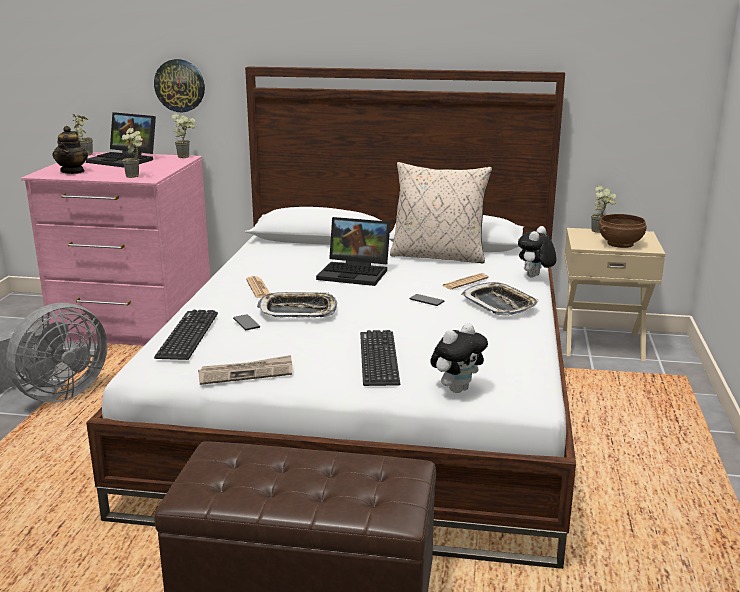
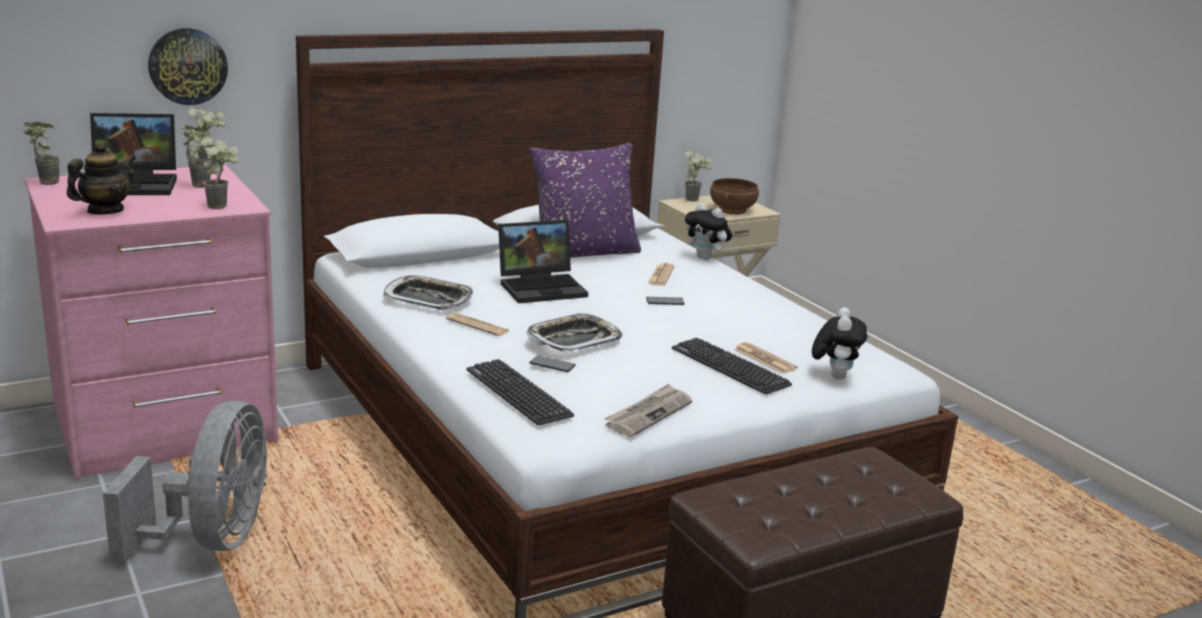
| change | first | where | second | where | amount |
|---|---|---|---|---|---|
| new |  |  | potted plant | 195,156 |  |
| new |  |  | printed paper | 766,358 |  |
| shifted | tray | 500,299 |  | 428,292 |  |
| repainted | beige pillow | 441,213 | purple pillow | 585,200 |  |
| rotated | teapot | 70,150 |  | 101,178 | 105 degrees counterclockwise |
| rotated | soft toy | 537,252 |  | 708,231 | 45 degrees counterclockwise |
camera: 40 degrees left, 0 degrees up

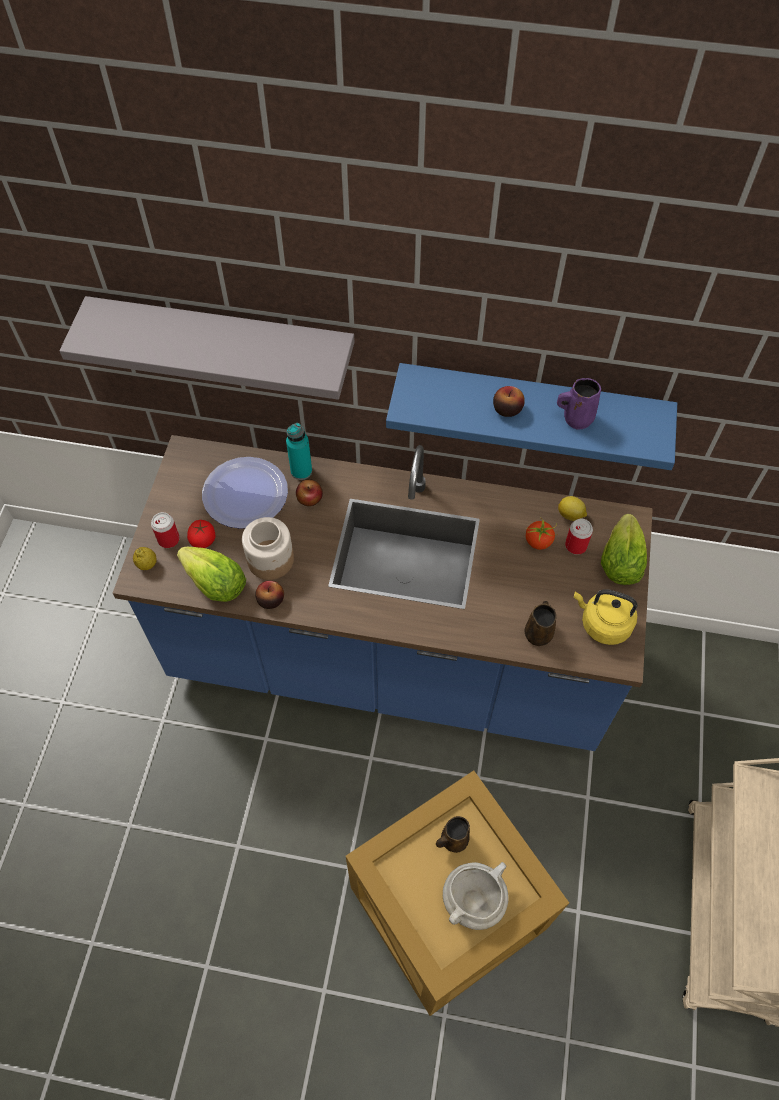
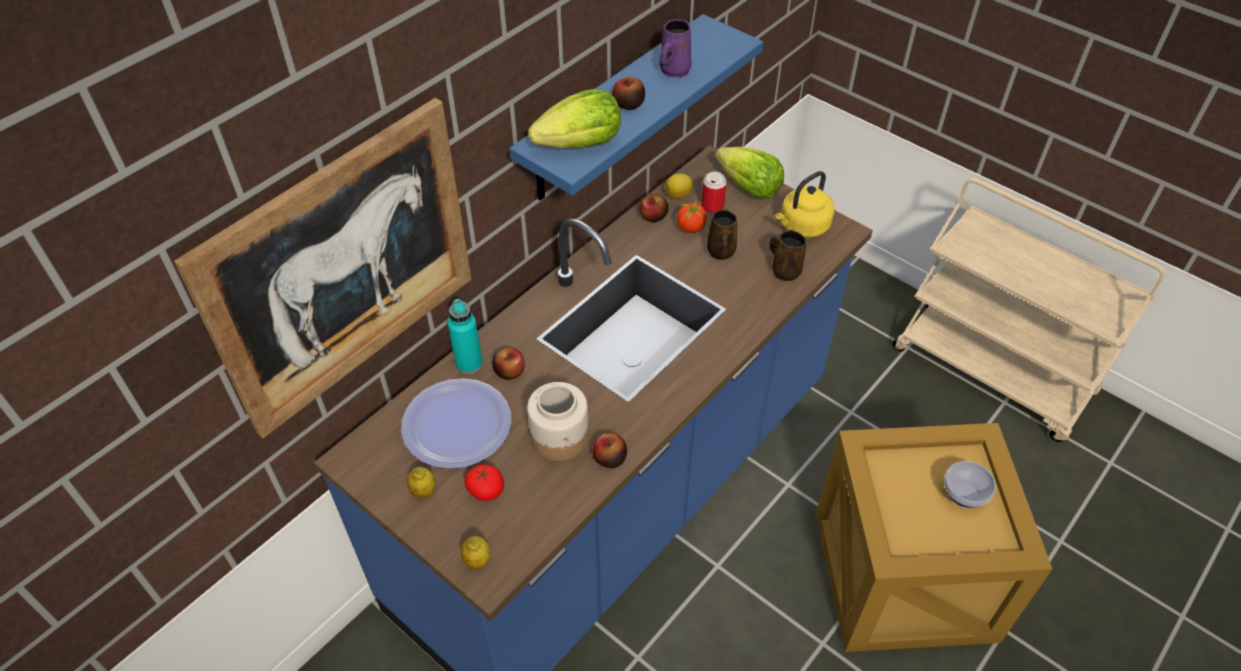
| change | first | where | second | where | amount |
|---|---|---|---|---|---|
| gone | metal can | 165,530 |  |  |  |
| new |  |  | whole lemon | 421,482 |  |
| new |  |  | whole apple | 654,208 |  |
| shifted | lettuce head | 211,574 |  | 574,118 |  |
| shifted | brownish tea mug | 453,834 |  | 722,234 |  |
| swapped | greyish bracket shelf | 206,348 | picture | 323,268 |  |
| swapped | whitish saucepot | 475,896 | bowl | 970,484 |  |
camera: 60 degrees left, 10 degrees down

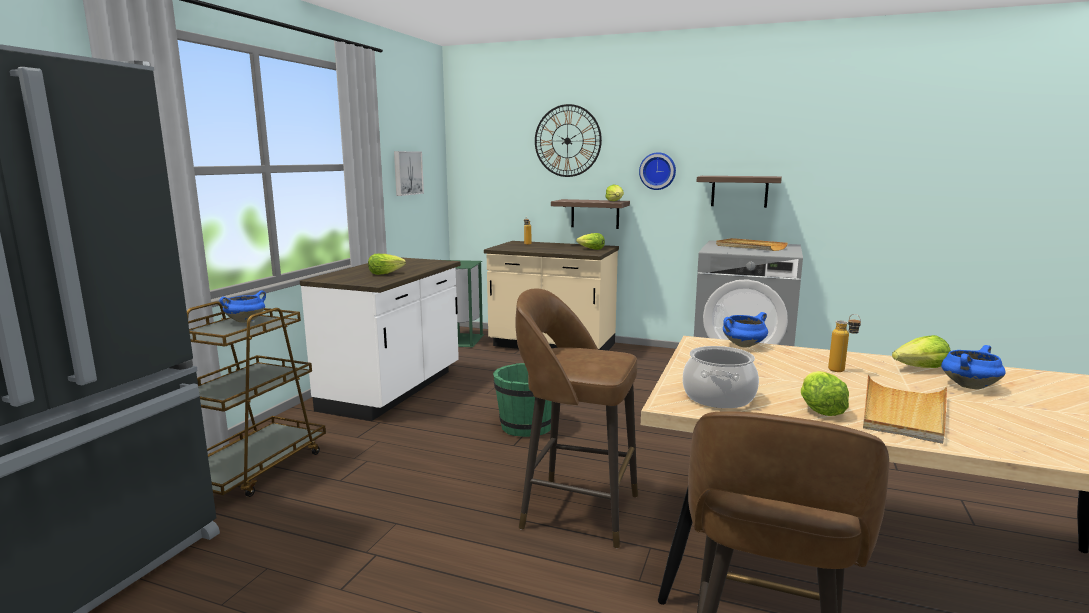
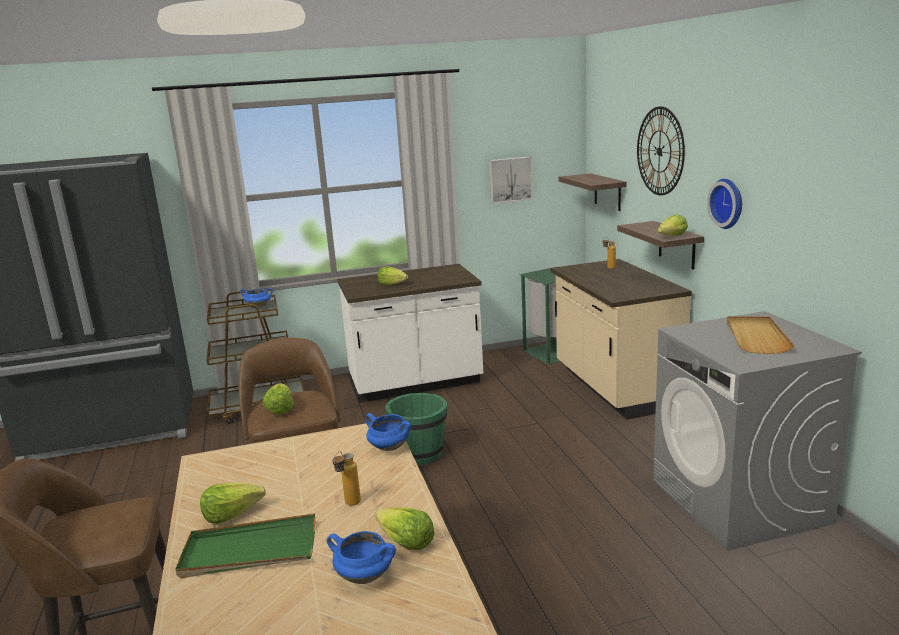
| change | first | where | second | where | amount |
|---|---|---|---|---|---|
| gone | saucepot | 721,377 |  |  |  |
| shifted | lettuce head | 590,241 |  | 278,399 |  |
| shifted | bracket shelf | 739,192 |  | 593,192 |  |
| repainted | beige tray | 905,409 | greenish tray | 245,545 |  |
camera: 55 degrees right, 5 degrees up

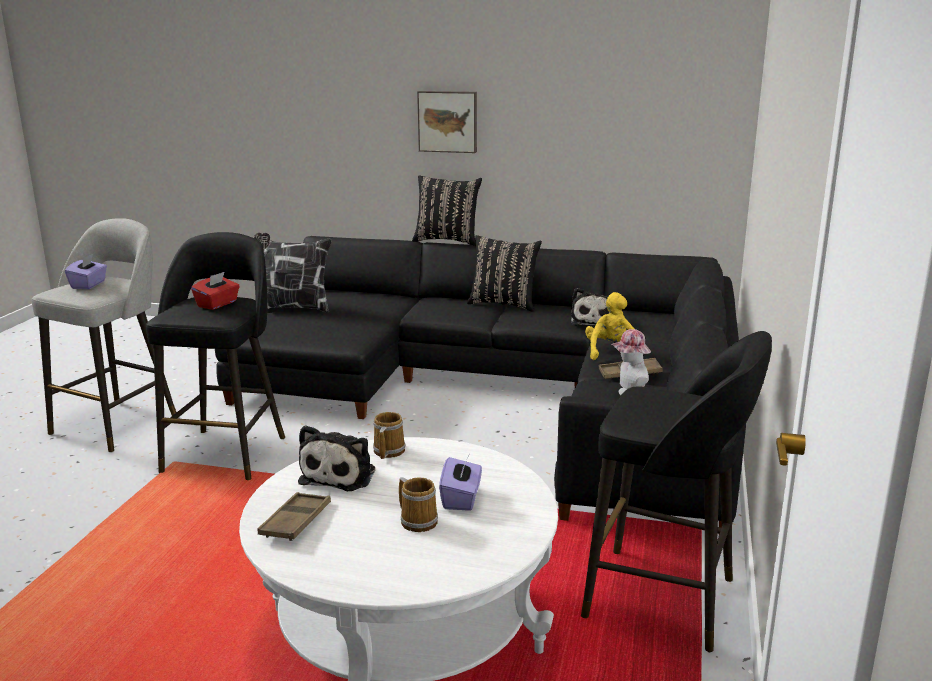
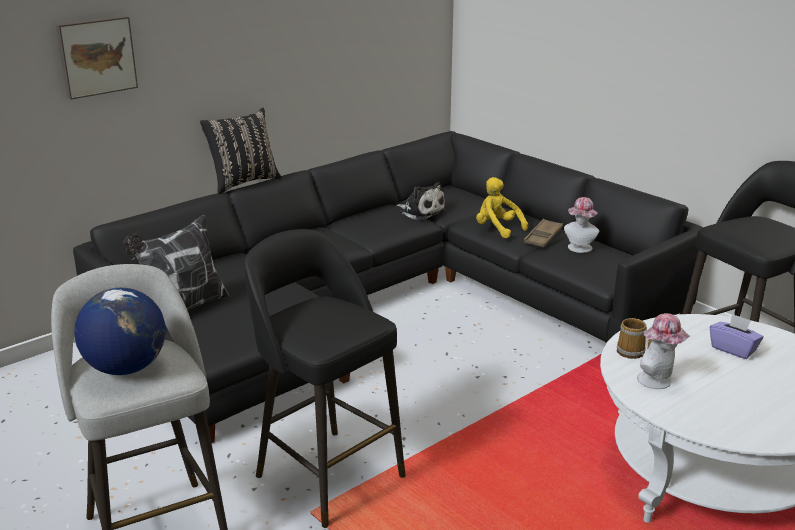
| change | first | where | second | where | amount |
|---|---|---|---|---|---|
| gone | reddish tissue box | 215,291 |  |  |  |
| gone | brownish tray | 294,516 |  |  |  |
| gone | tea mug | 418,504 |  |  |  |
| gone | blackish pillow | 504,273 |  |  |  |
| shifted | picture | 447,122 |  | 96,58 |  |
| swapped | purple tissue box | 86,271 | world globe | 120,331 |  |
| swapped | soft toy | 336,458 | wearable hat | 663,351 |  |
camera: 55 degrees left, 5 degrees up

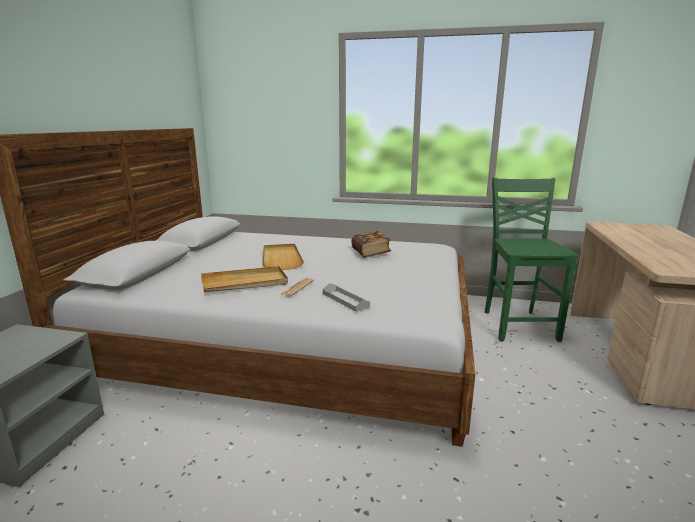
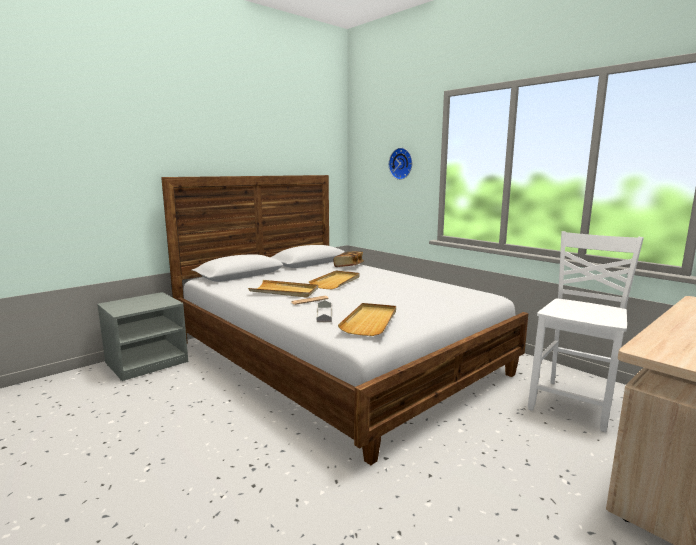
| change | first | where | second | where | amount |
|---|---|---|---|---|---|
| new |  |  | beige tray | 367,319 |  |
| new |  |  | wall clock | 400,164 |  |
| shifted | book | 371,244 |  | 349,259 |  |
| repainted | greenish plain chair | 532,260 | whitish plain chair | 586,331 |  |
camera: 35 degrees right, 5 degrees down

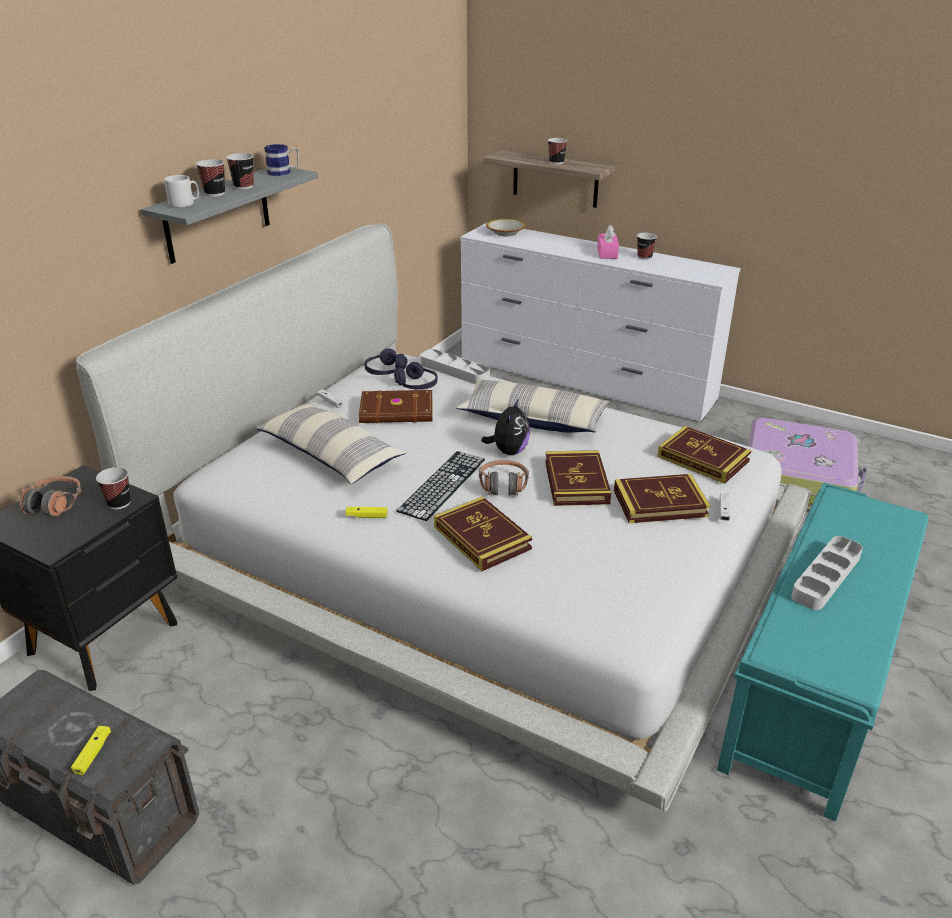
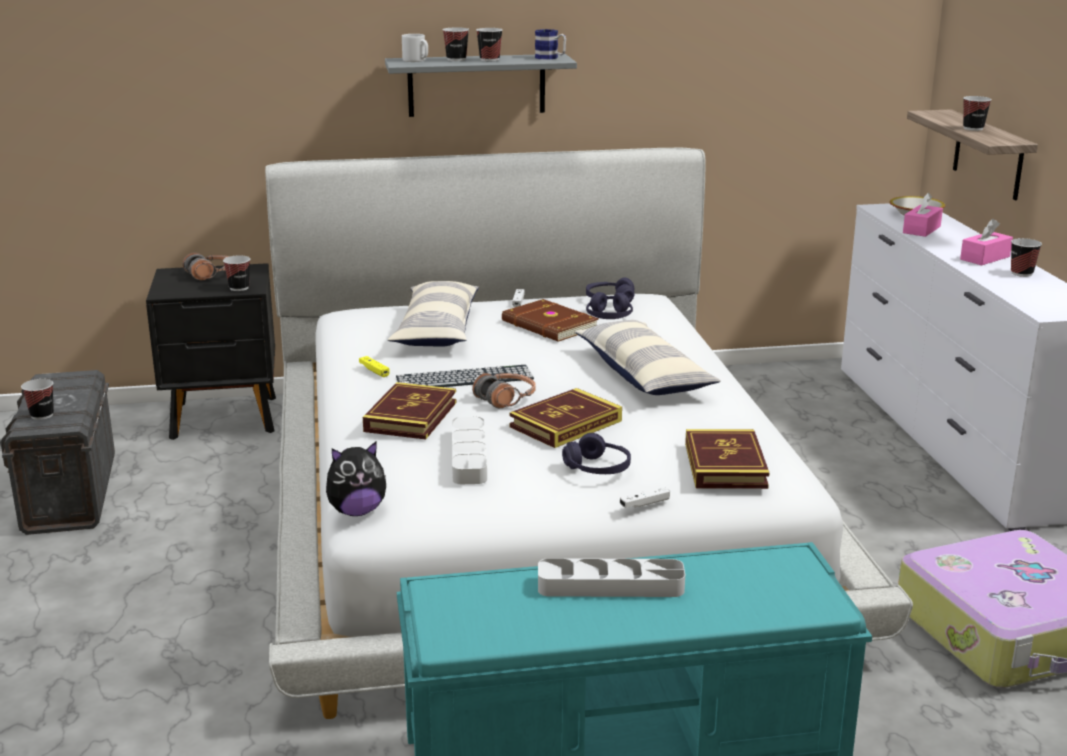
| change | first | where | second | where | amount |
|---|---|---|---|---|---|
| new |  |  | pink tissue box | 923,215 |  |
| shifted | greyish tray | 455,366 |  | 469,450 |  |
| shifted | soft toy | 505,426 |  | 356,478 |  |
| swapped | yellowish gamepad | 91,750 | small cup | 37,399 |  |
| swapped | book | 662,498 | purple headphones | 596,453 |  |
camera: 50 degrees right, 10 degrees down

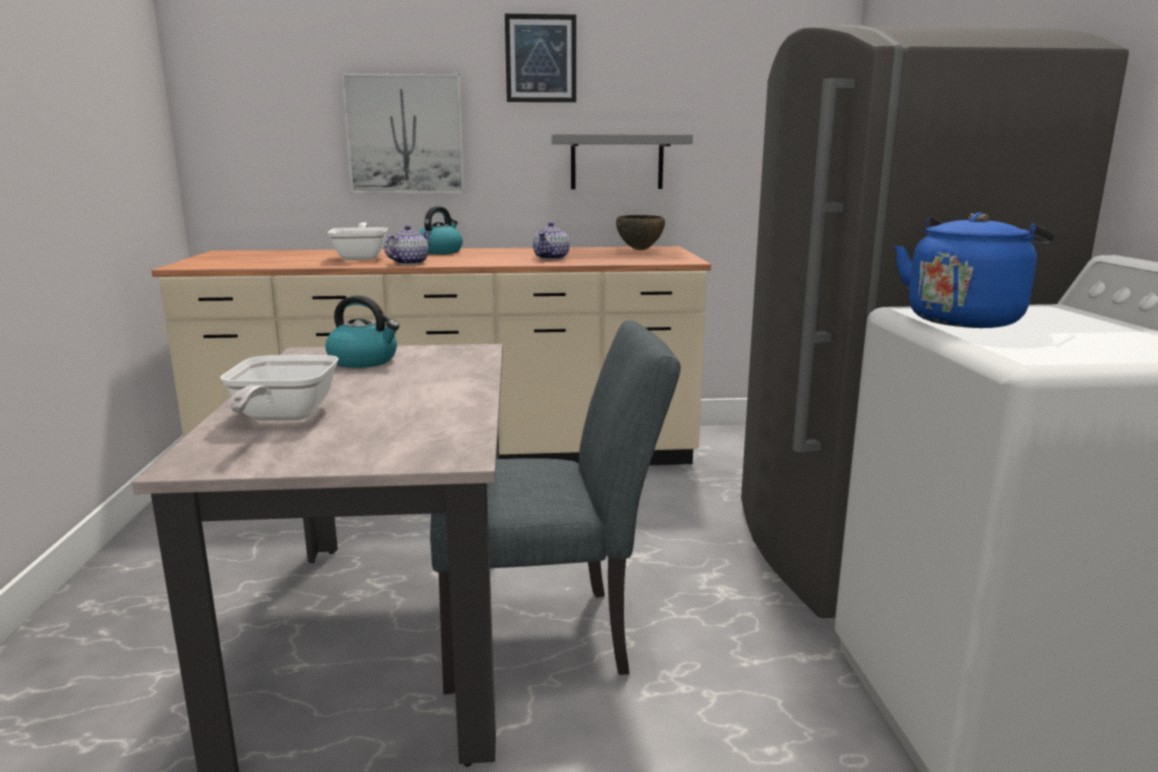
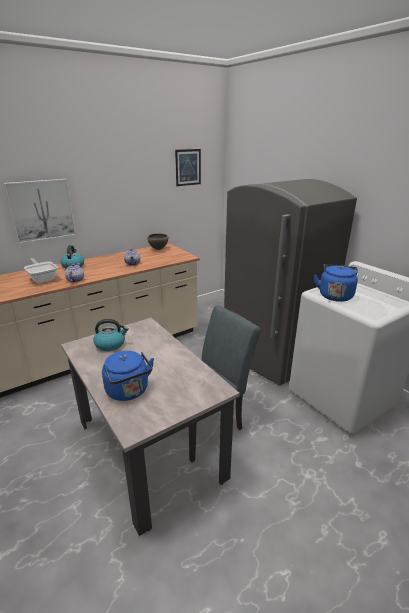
| change | first | where | second | where | amount |
|---|---|---|---|---|---|
| gone | greyish bracket shelf | 622,161 |  |  |  |
| shifted | picture | 540,58 |  | 188,167 |  |
| swapped | skillet | 279,388 | bluish water kettle | 128,376 |  |
camera: 30 degrees left, 10 degrees up

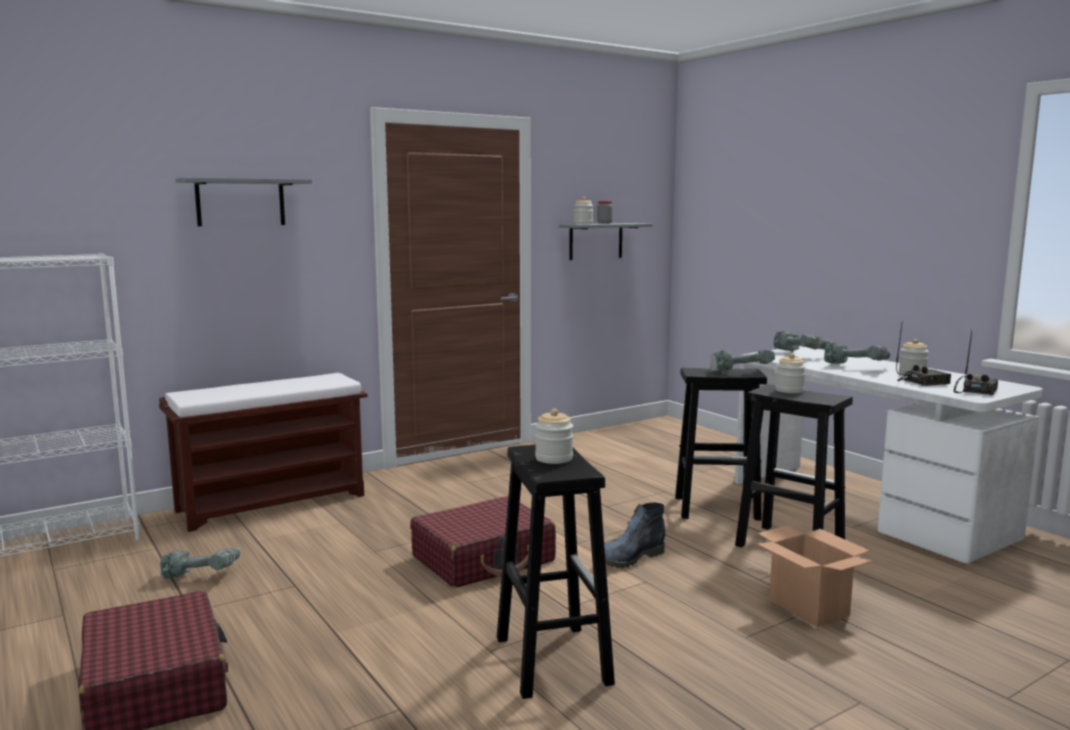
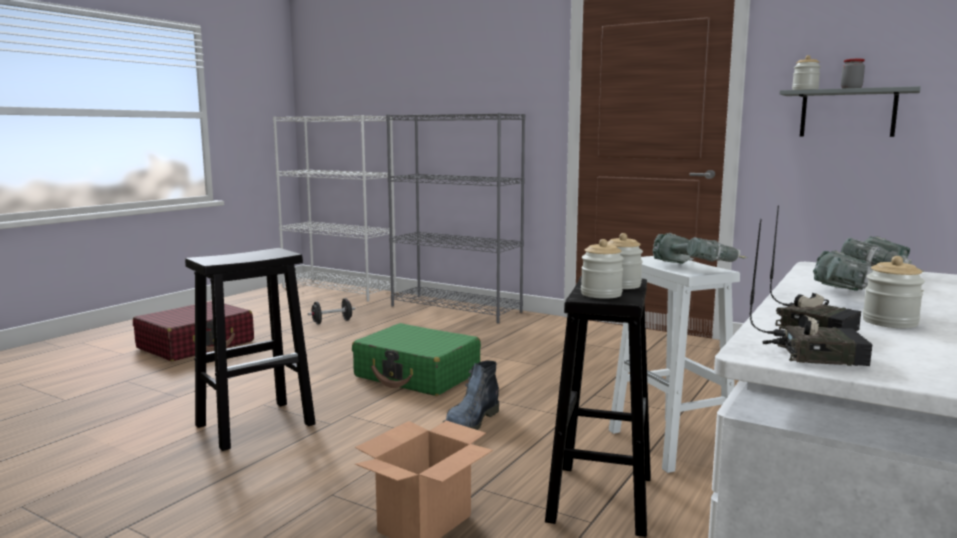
| change | first | where | second | where | amount |
|---|---|---|---|---|---|
| gone | greyish bracket shelf | 243,201 |  |  |  |
| shifted | storage jar | 554,436 |  | 602,269 |  |
| swapped | brownish long seat | 263,452 | greyish shelving unit | 455,218 |  |
| swapped | electric drill | 200,563 | blackish free weight | 331,311 |  |
| repainted | reddish suitcase | 483,542 | greenish suitcase | 416,359 |  |
| repainted | blackish stool seat | 721,444 | whitish stool seat | 674,364 |  |
| rotated | boot | 634,535 |  | 471,395 | 90 degrees counterclockwise |
camera: 65 degrees right, 0 degrees up

